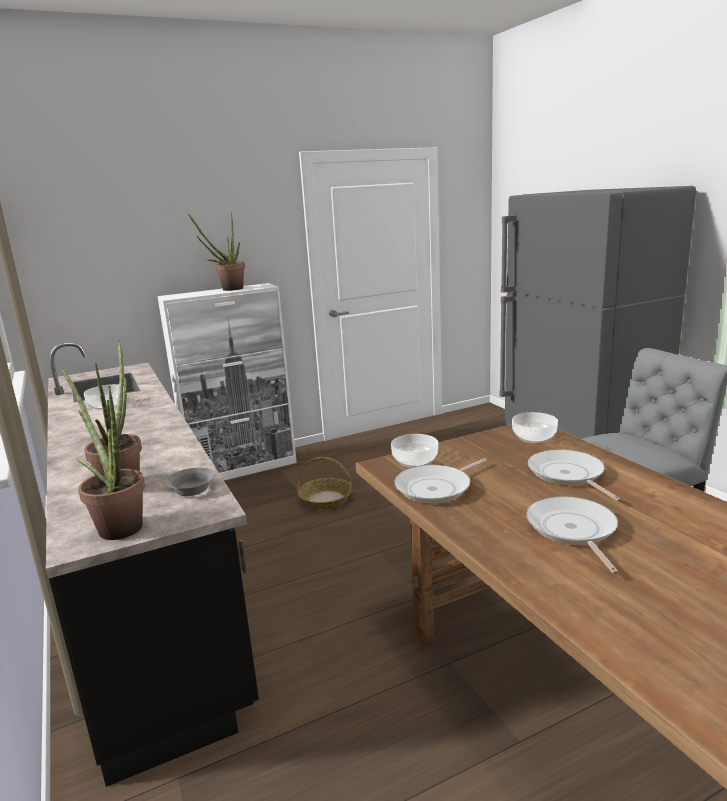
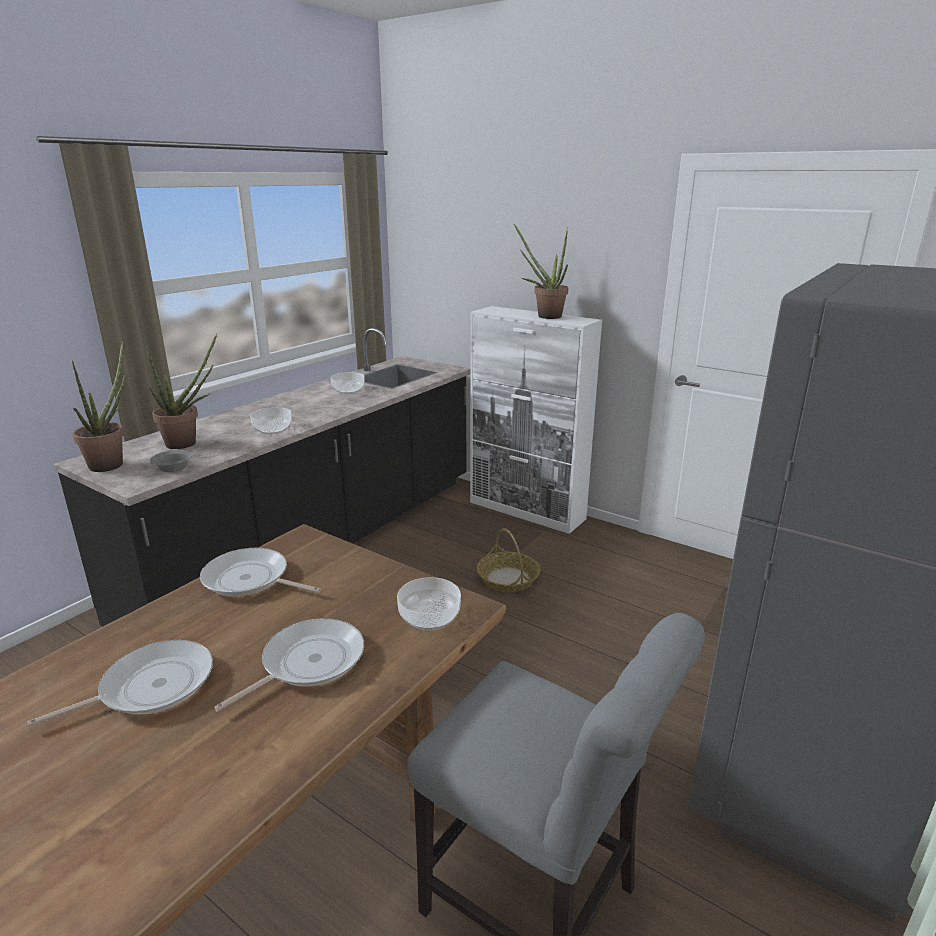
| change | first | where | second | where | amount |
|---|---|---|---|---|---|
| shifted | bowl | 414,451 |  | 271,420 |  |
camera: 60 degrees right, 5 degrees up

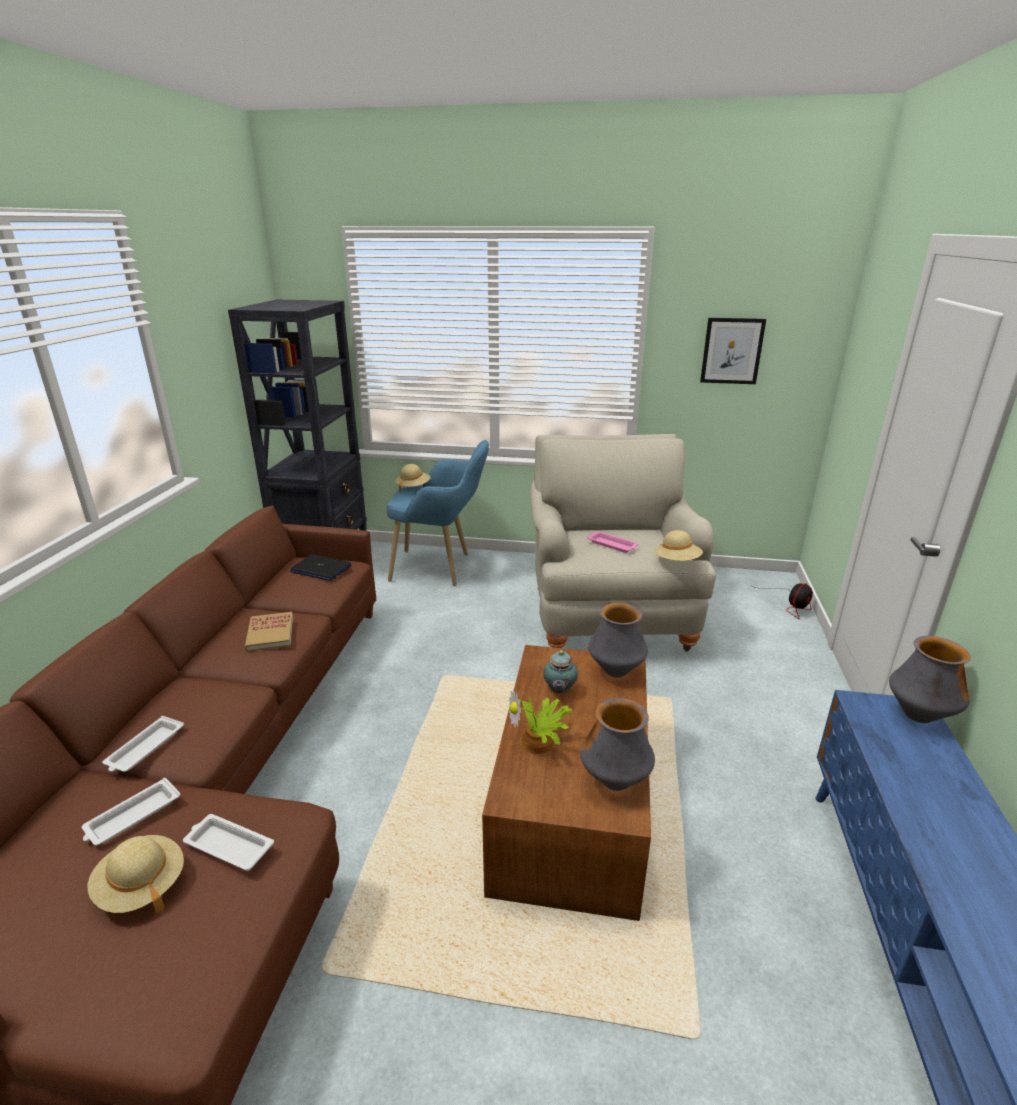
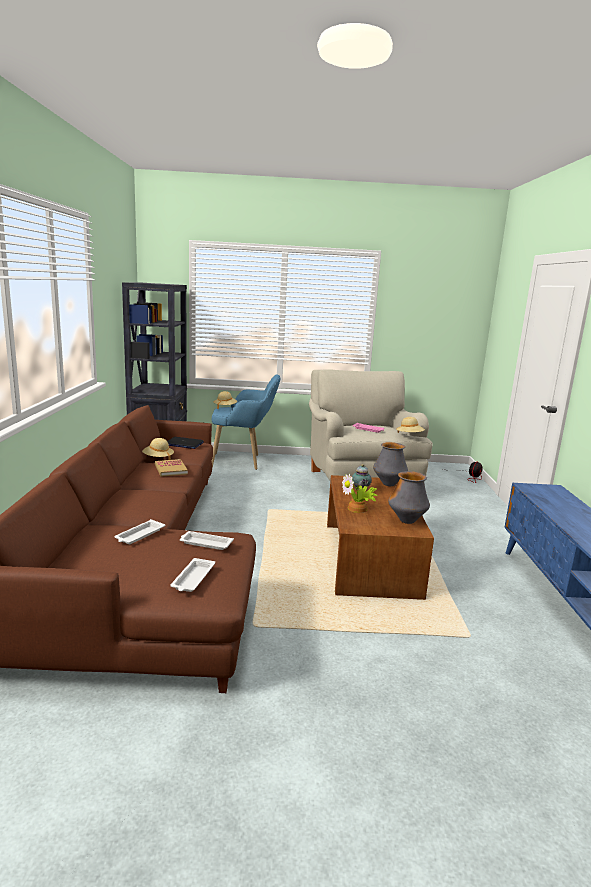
| change | first | where | second | where | amount |
|---|---|---|---|---|---|
| gone | picture | 733,351 |  |  |  |
| gone | decorative vase | 930,679 |  |  |  |
| shifted | beige wearable hat | 136,874 |  | 158,449 |  |
| shifted | whitish tray | 143,744 |  | 192,575 |  |
camera: 10 degrees left, 10 degrees down

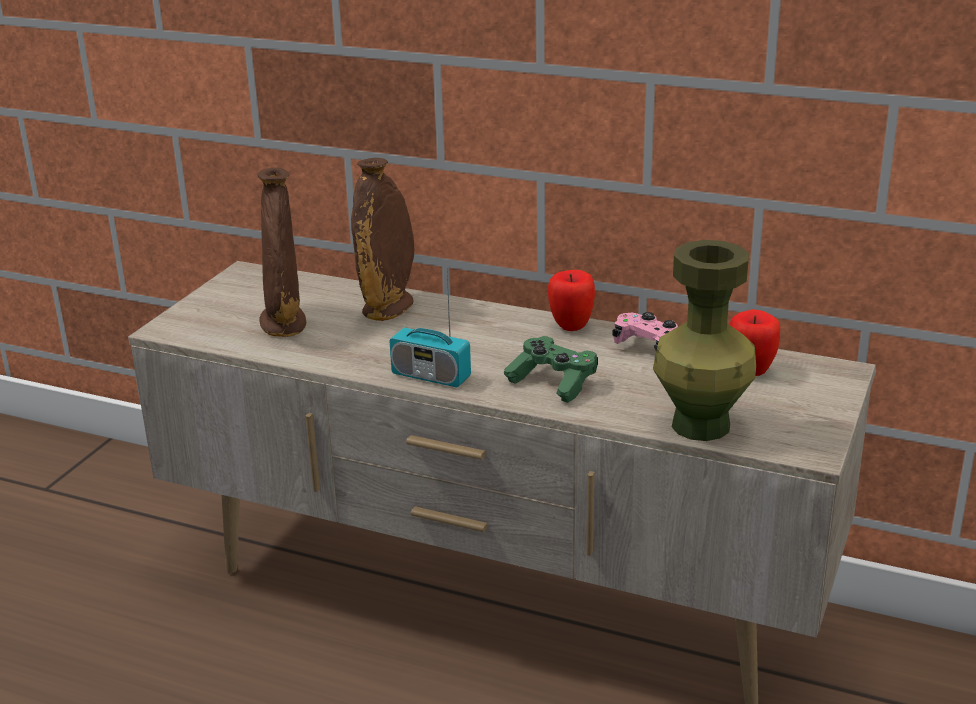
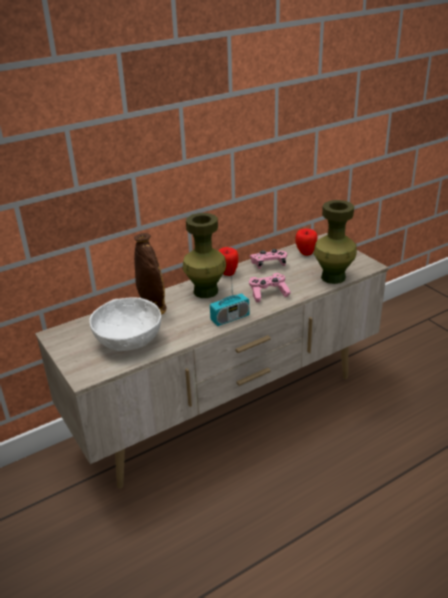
| change | first | where | second | where | amount |
|---|---|---|---|---|---|
| new |  |  | greenish decorative vase | 204,255 |  |
| swapped | brownish decorative vase | 281,252 | whitish bowl | 125,324 |  |
| repainted | greenish gamepad | 551,369 | pink gamepad | 270,288 |  |
camera: 55 degrees left, 5 degrees up

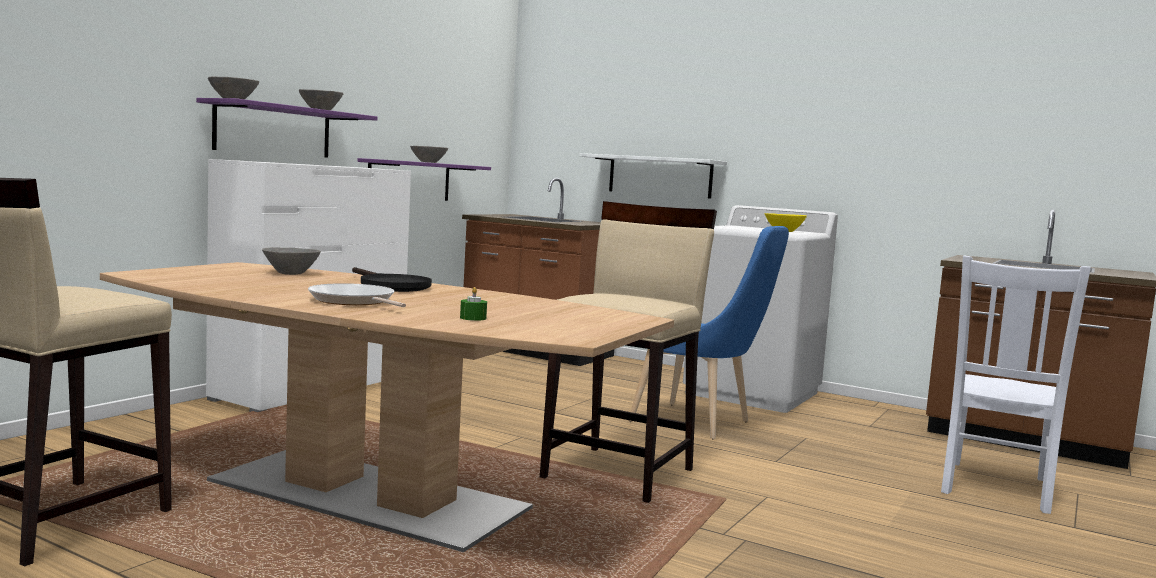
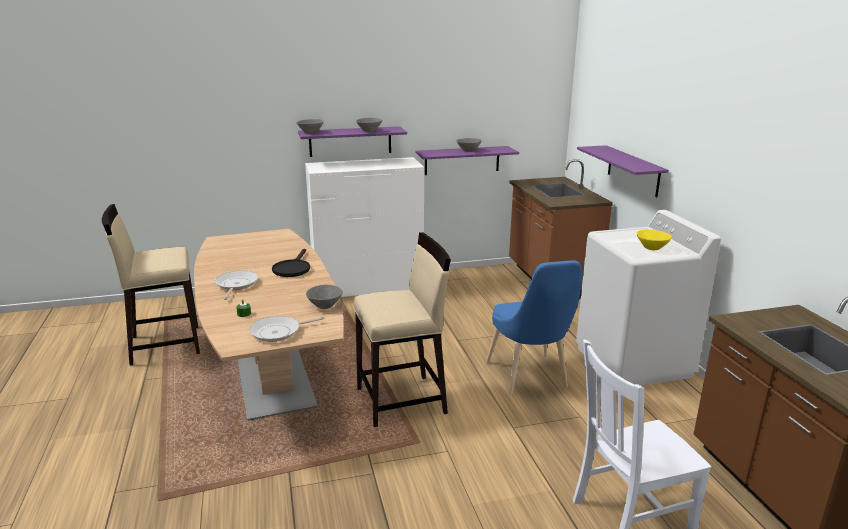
| change | first | where | second | where | amount |
|---|---|---|---|---|---|
| new |  |  | skillet | 287,329 |  |
| shifted | greyish bowl | 291,261 |  | 324,297 |  |
| repainted | whitish bracket shelf | 653,175 | purple bracket shelf | 623,171 |  |
camera: 45 degrees right, 15 degrees up

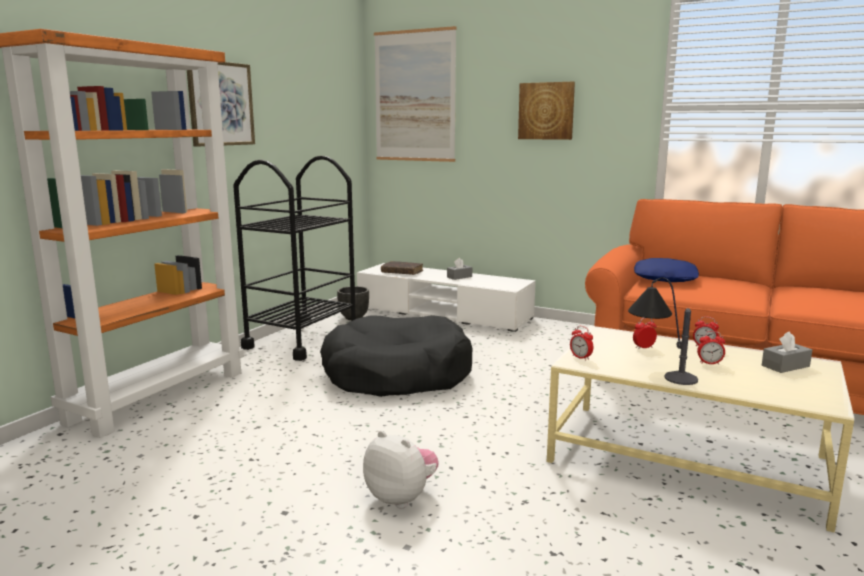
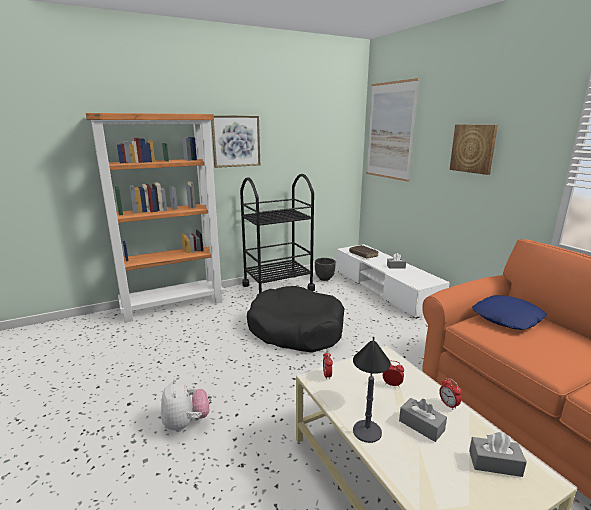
| change | first | where | second | where | amount |
|---|---|---|---|---|---|
| swapped | bedside clock | 711,348 | greyish tissue box | 423,420 |  |
camera: 35 degrees right, 5 degrees up

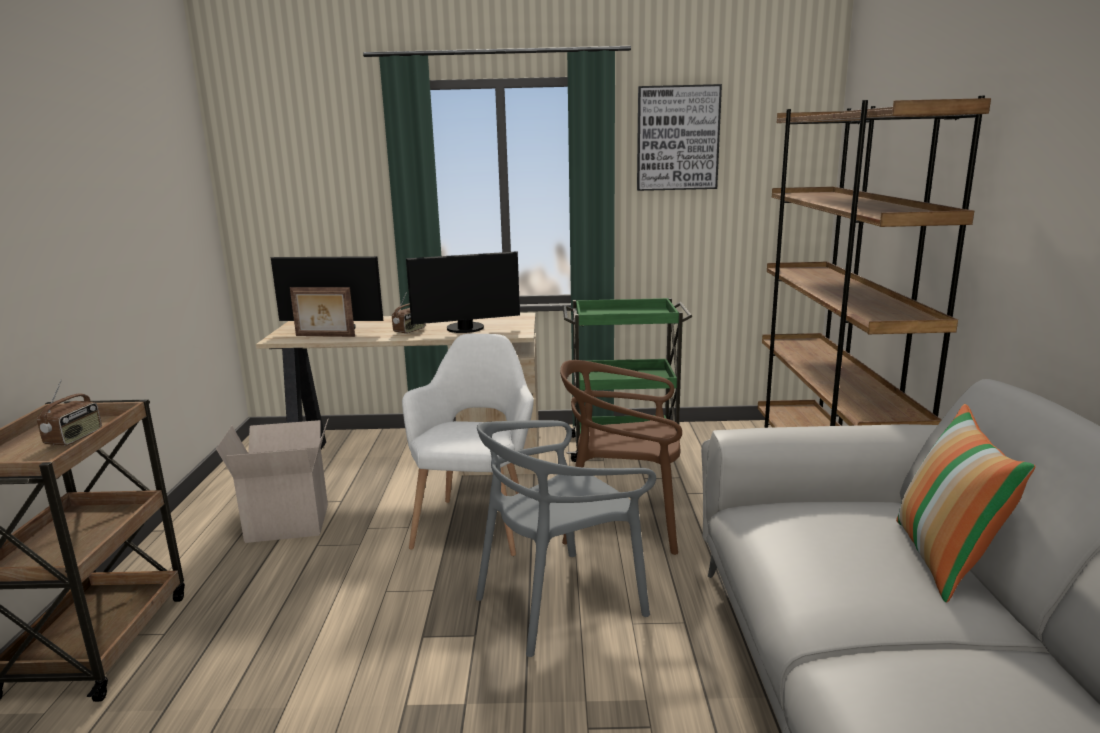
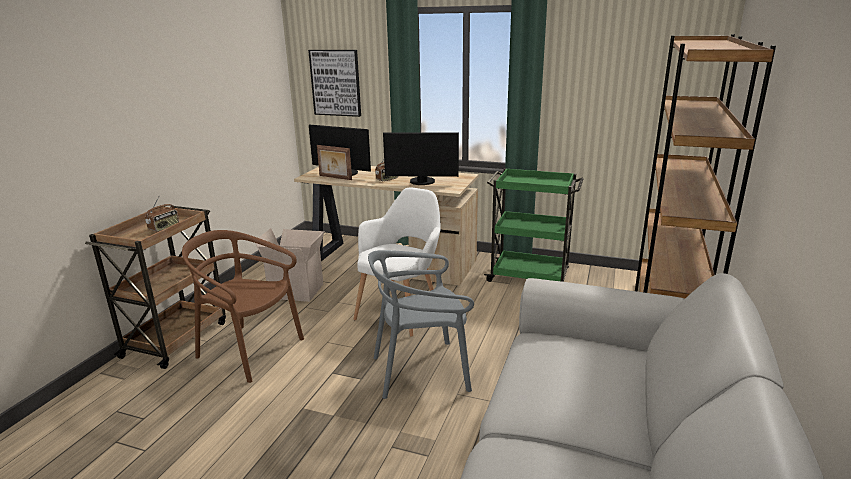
| change | first | where | second | where | amount |
|---|---|---|---|---|---|
| gone | pillow | 966,503 |  |  |  |
| shifted | brownish plain chair | 621,457 |  | 243,306 |  |
| shifted | picture | 679,137 |  | 334,83 |  |
camera: 20 degrees right, 5 degrees up

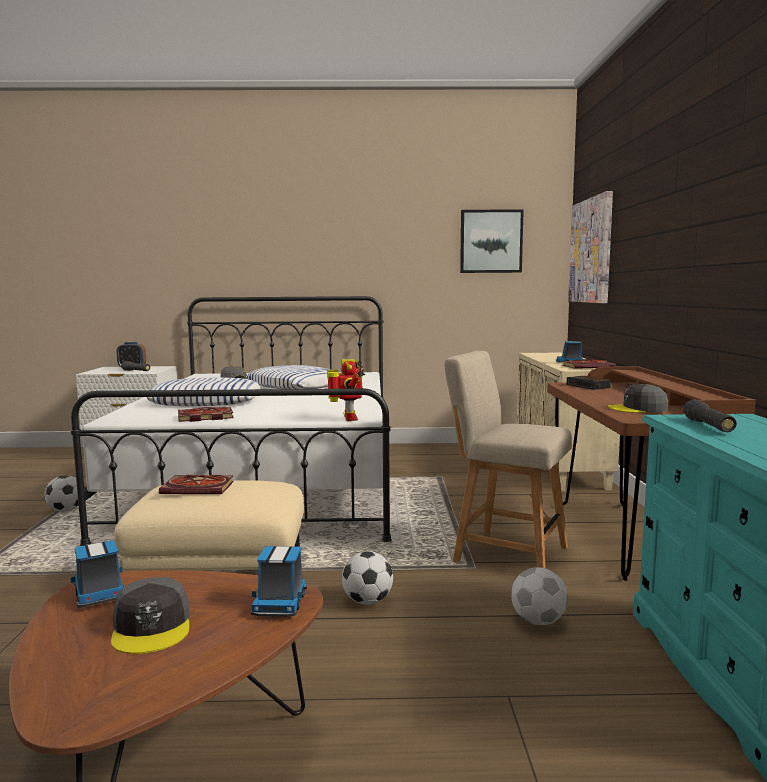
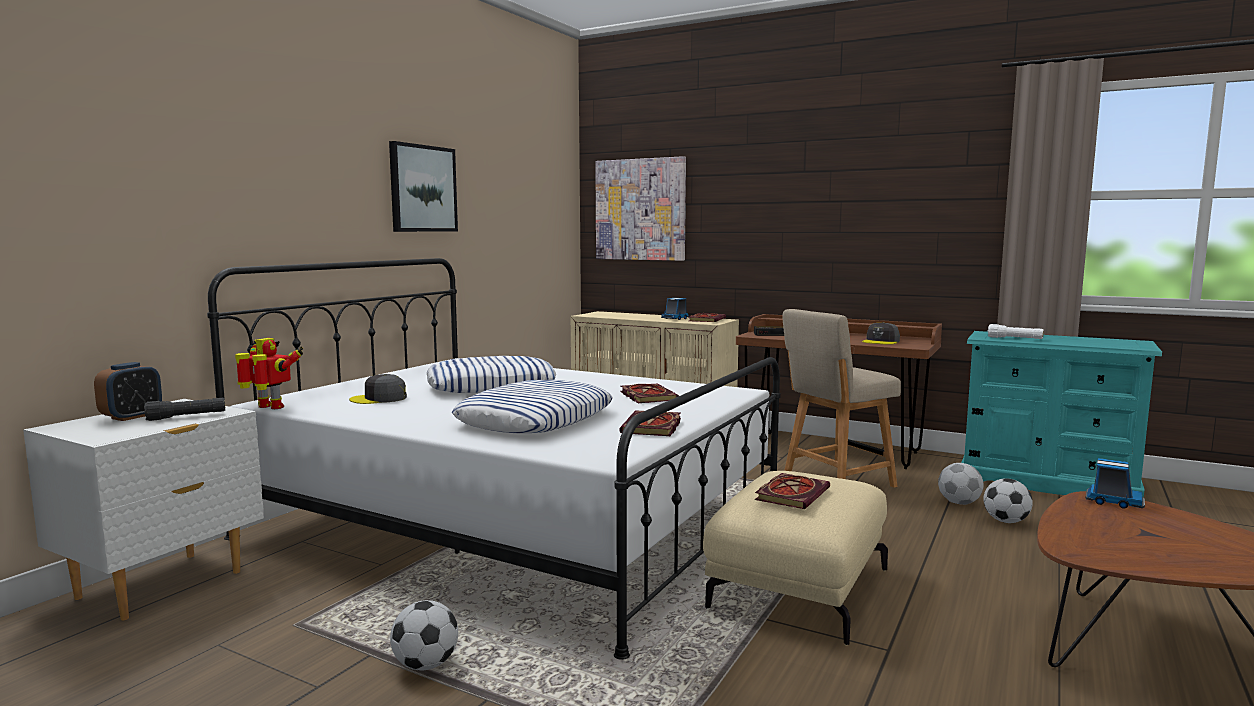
| change | first | where | second | where | amount |
|---|---|---|---|---|---|
| gone | toy lorry | 97,574 |  |  |  |
| gone | greyish peaked cap | 150,615 |  |  |  |
| new |  |  | book | 649,393 |  |
| shifted | model robot | 346,390 |  | 269,373 |  |
| shifted | football ball | 367,578 |  | 1008,500 |  |
| shifted | picture | 492,241 |  | 423,186 |  |
| repainted | blackish hand torch | 710,415 | whitish hand torch | 1016,331 |  |
camera: 60 degrees left, 0 degrees up

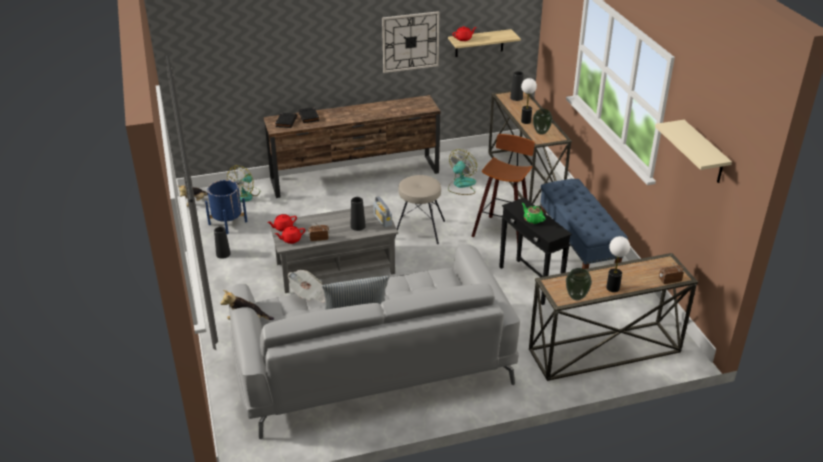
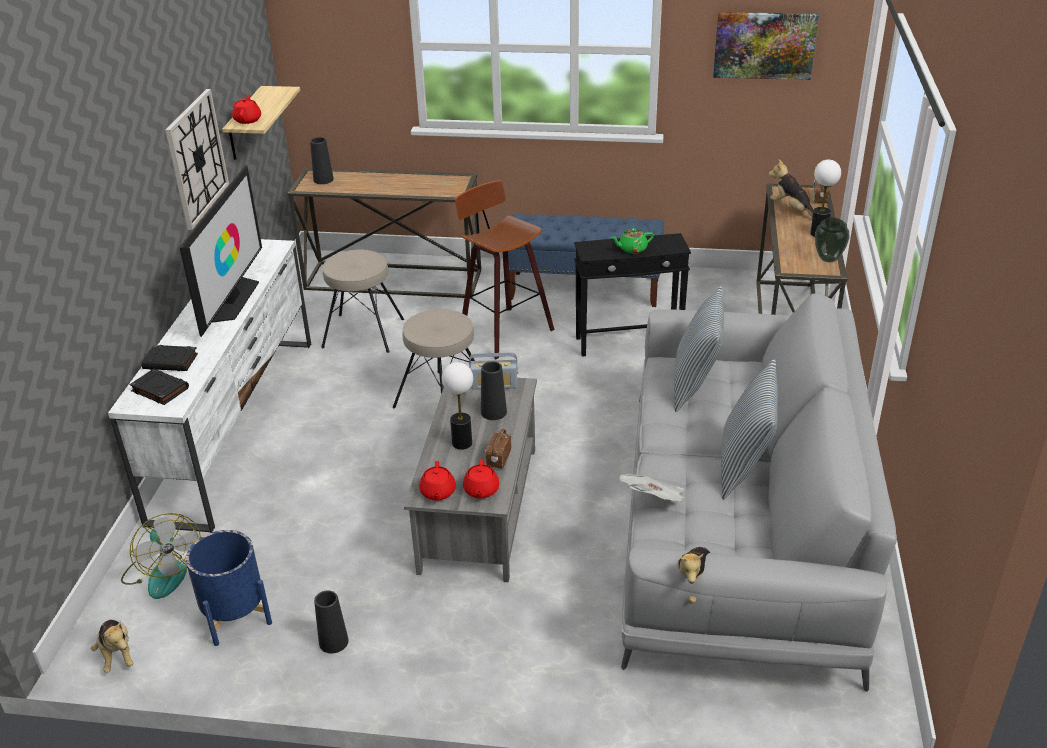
| change | first | where | second | where | amount |
|---|---|---|---|---|---|
| gone | decorative vase | 542,122 |  |  |  |
| new |  |  | television | 220,251 |  |
| new |  |  | pillow | 699,349 |  |
| new |  |  | soft toy | 791,188 |  |
| shifted | tabletop lamp | 529,101 |  | 457,406 |  |
| swapped | fan | 462,172 | beige stool seat | 362,301 |  |
| swapped | beige bracket shelf | 693,151 | picture | 766,46 |  |
| repainted | brownish tv stand | 352,146 | whitish tv stand | 209,386 |  |
camera: 65 degrees left, 0 degrees up

